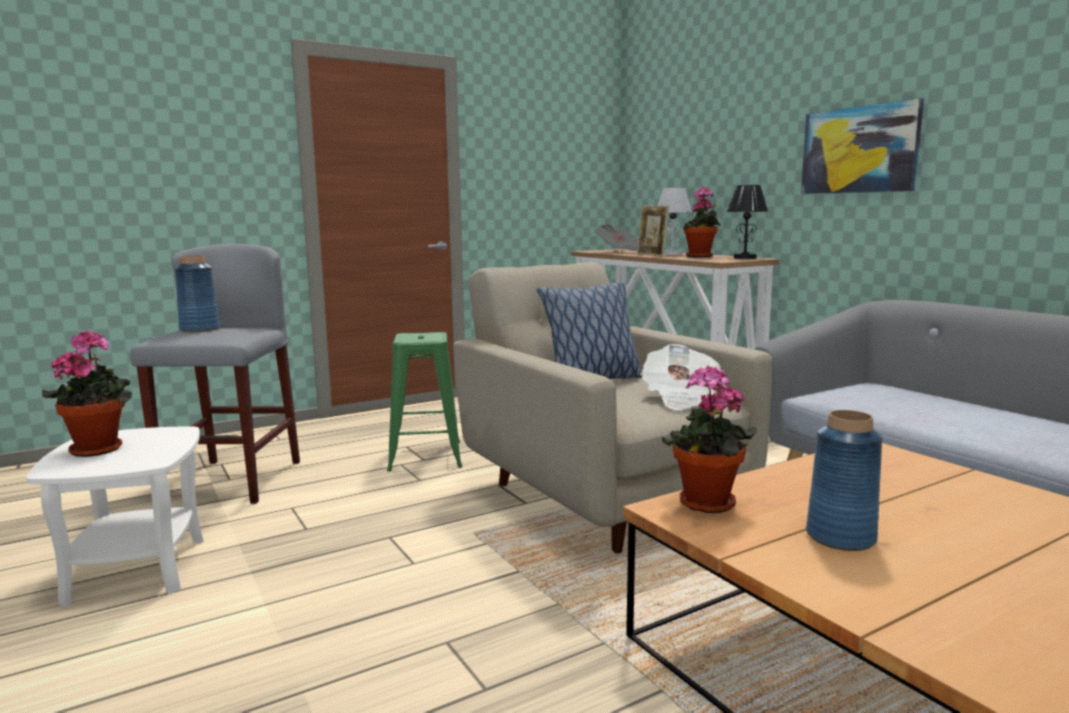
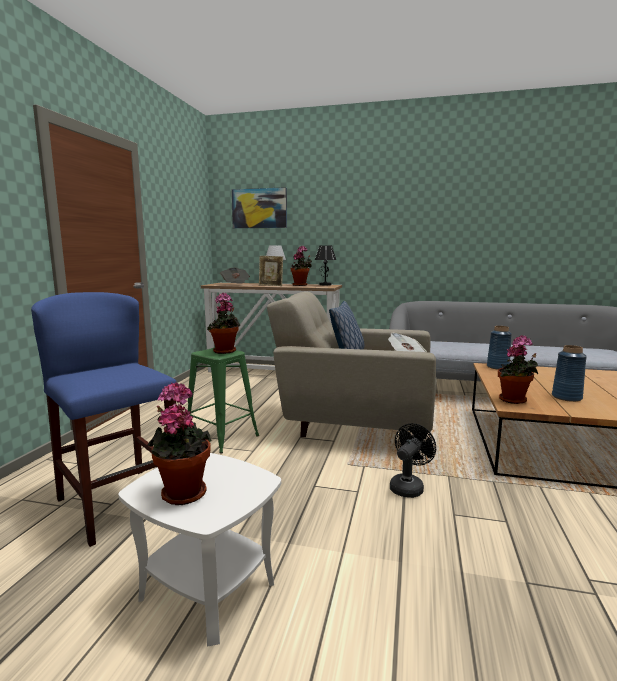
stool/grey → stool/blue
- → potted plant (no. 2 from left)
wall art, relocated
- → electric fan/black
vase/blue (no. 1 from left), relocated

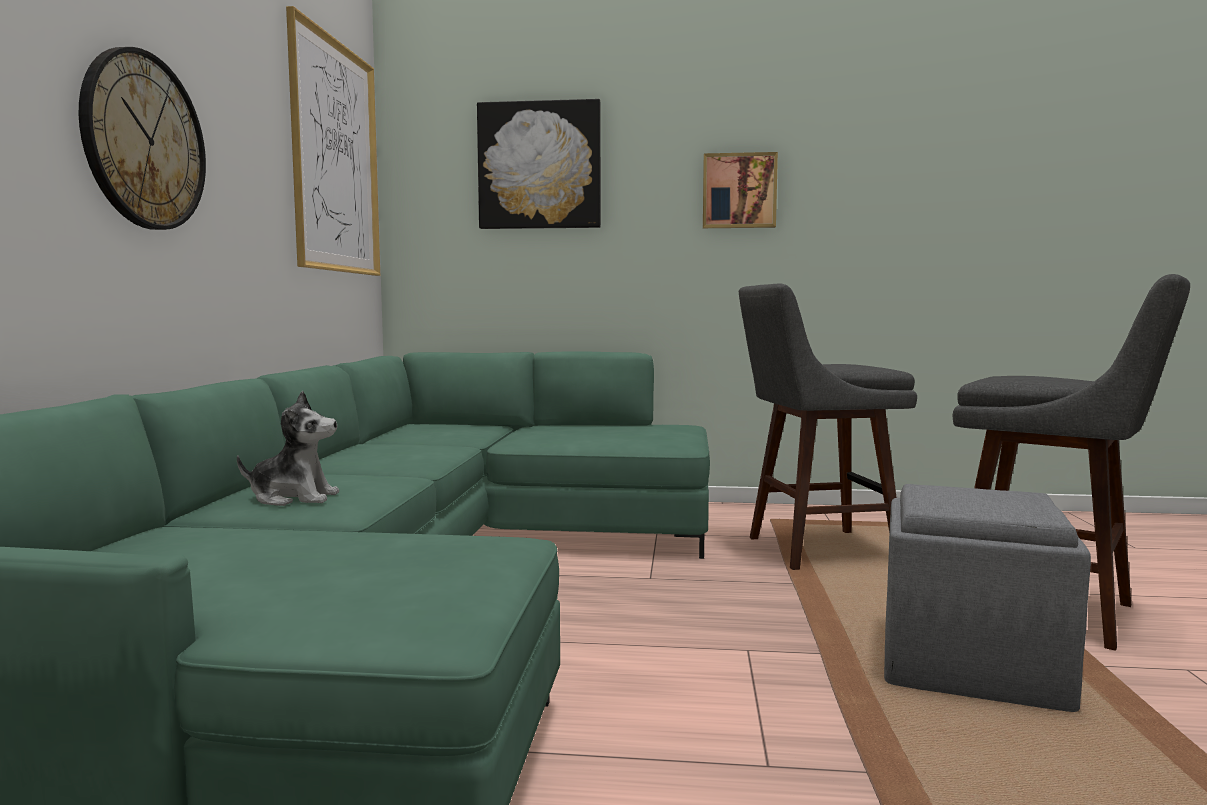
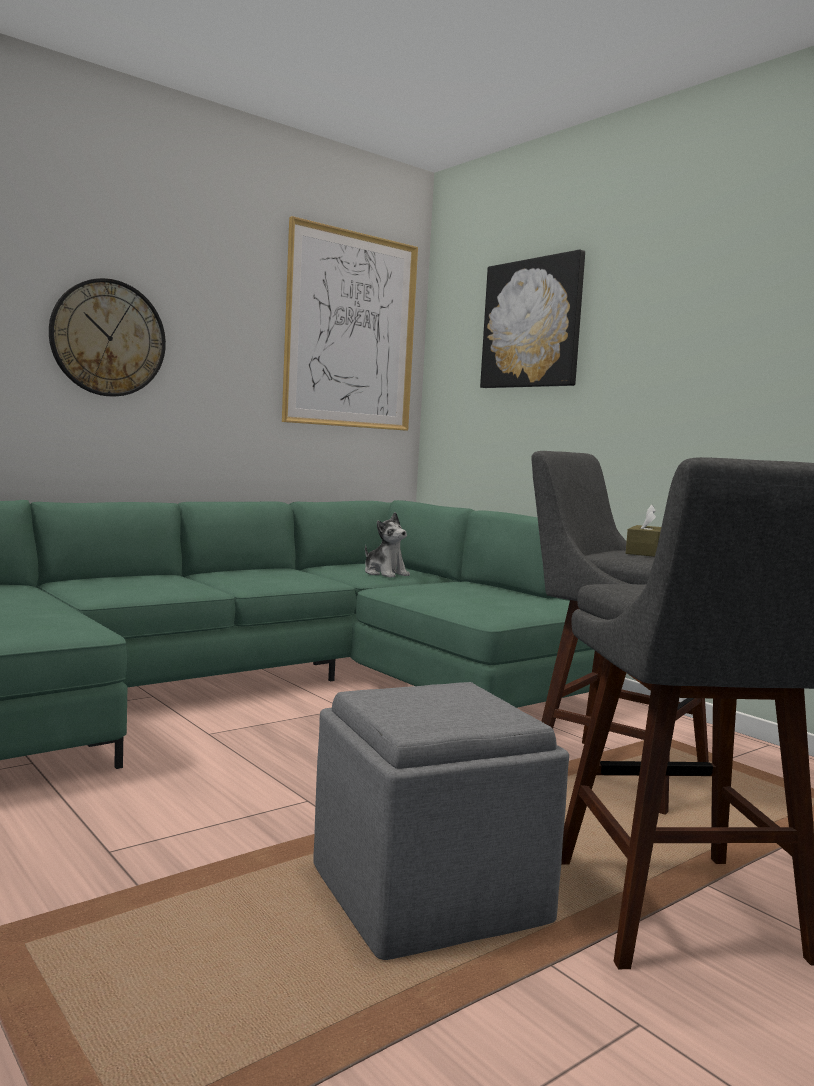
soft toy, relocated
- → box of tissues/brown-coloured
wall art (no. 3 from left) → -

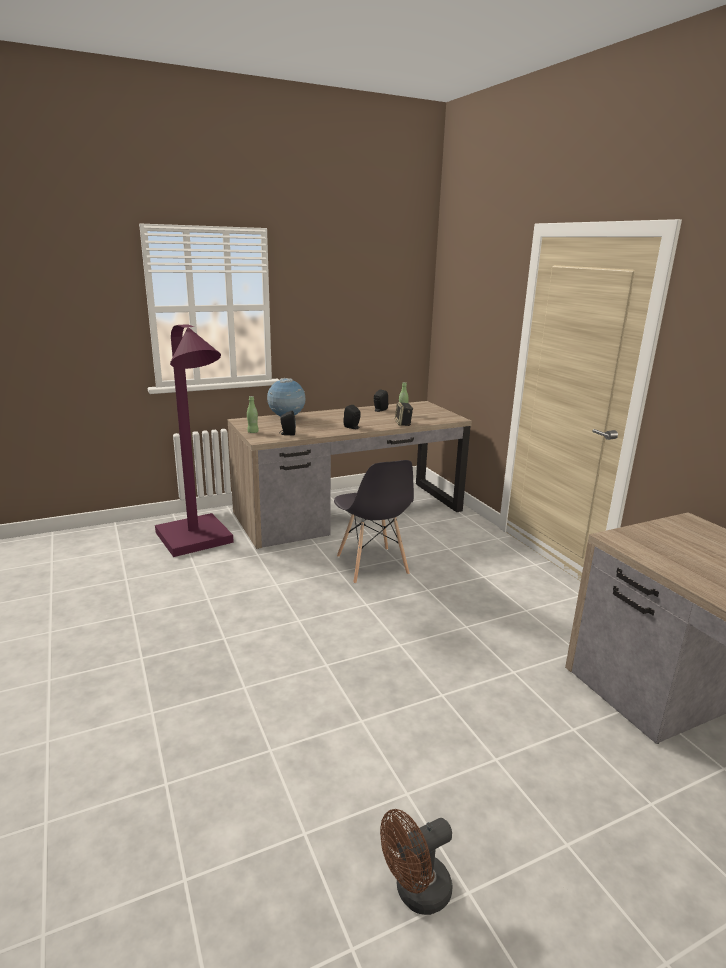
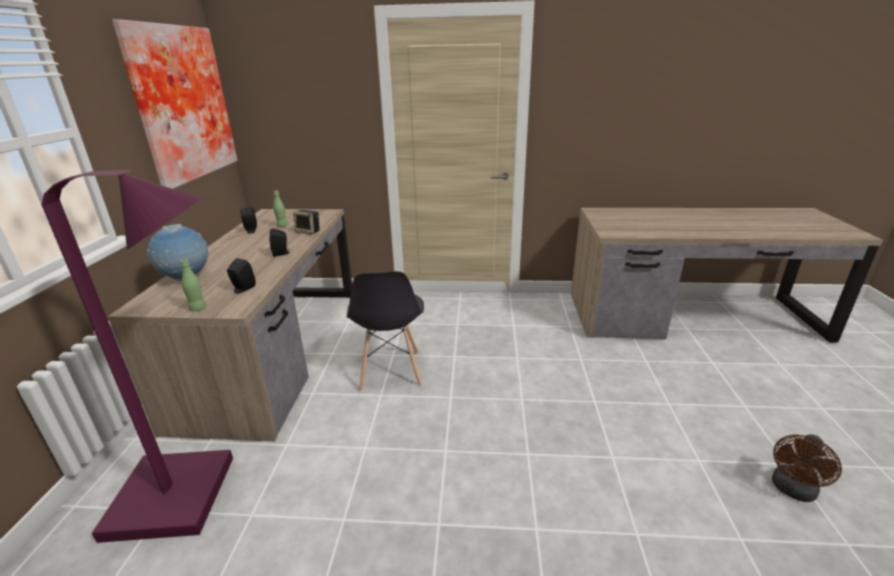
- → wall art
chair/grey, 75 degrees clockwise
electric fan/brown-coloured, 45 degrees clockwise

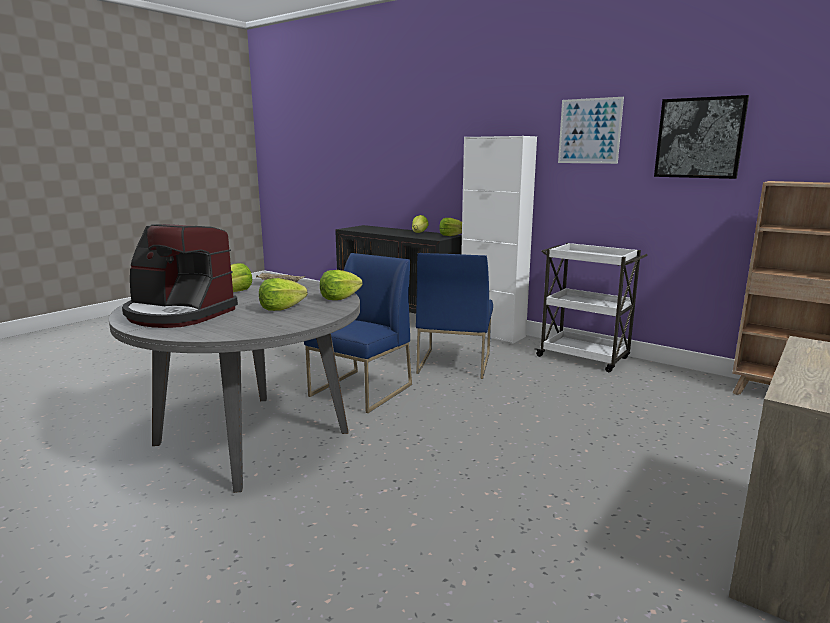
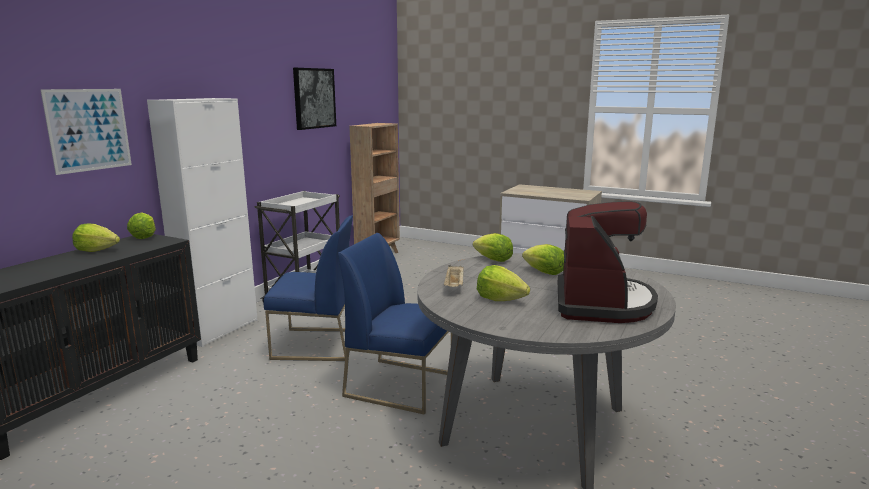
wall art (no. 1 from left), relocated

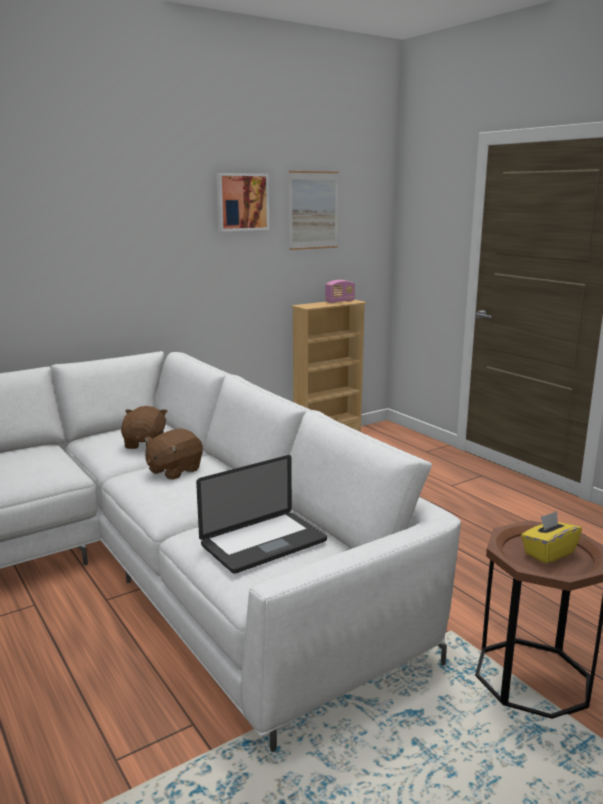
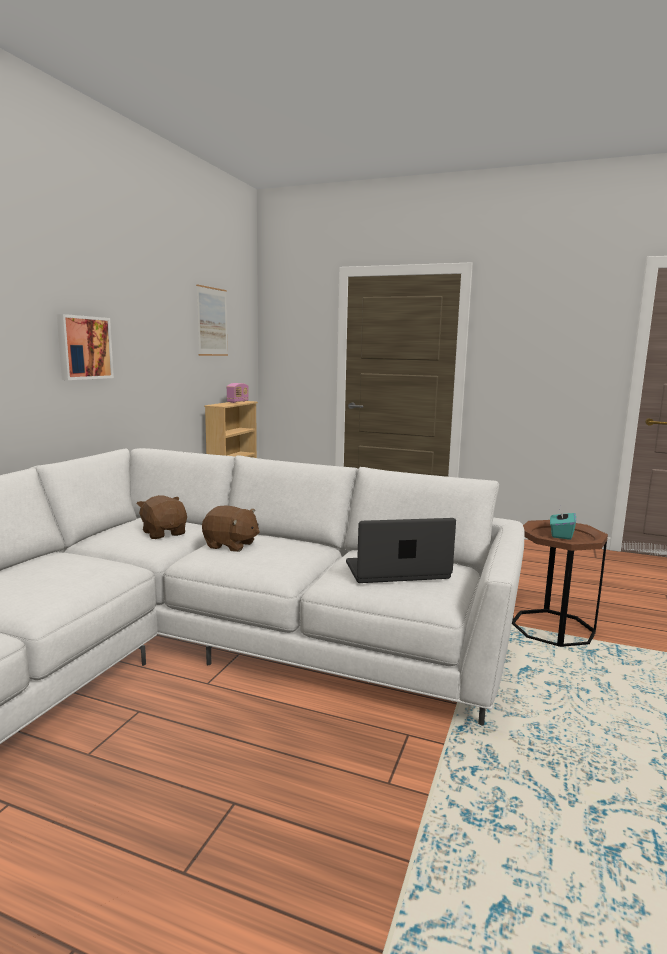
wall art (no. 1 from left), relocated
soft toy/brown-coloured (no. 2 from left), 75 degrees counterclockwise
laptop, 120 degrees counterclockwise
box of tissues/yellow → box of tissues/blue-green

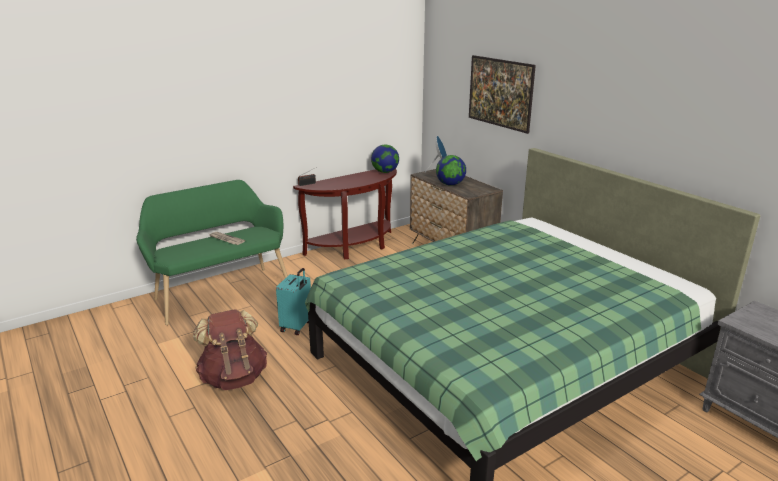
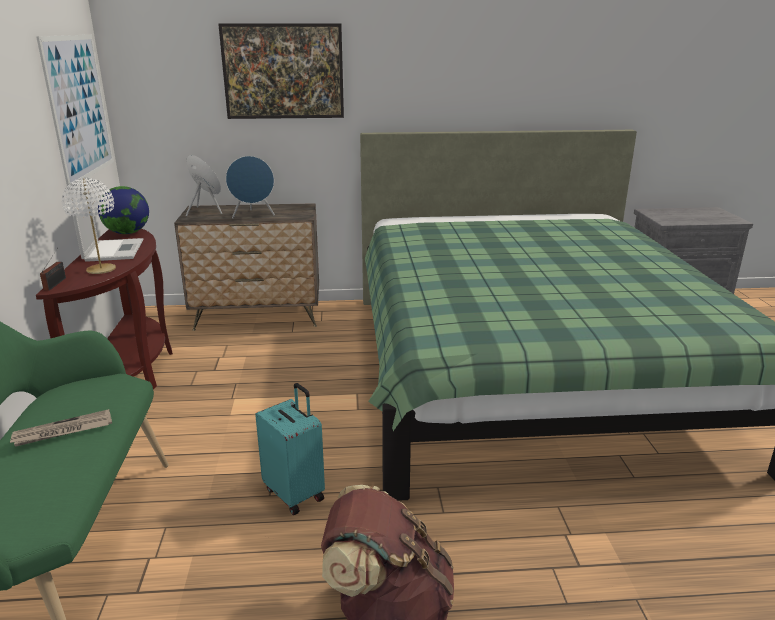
- → wall art (no. 1 from left)
- → table lamp/white-coloured
- → laptop
world globe (no. 2 from left) → speaker/blue (no. 2 from left)

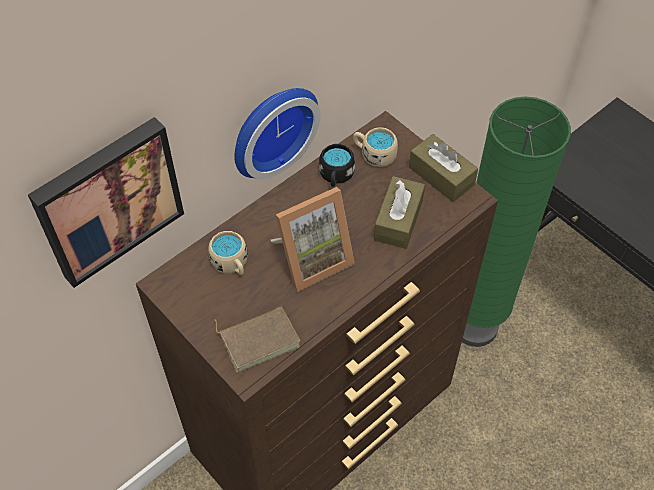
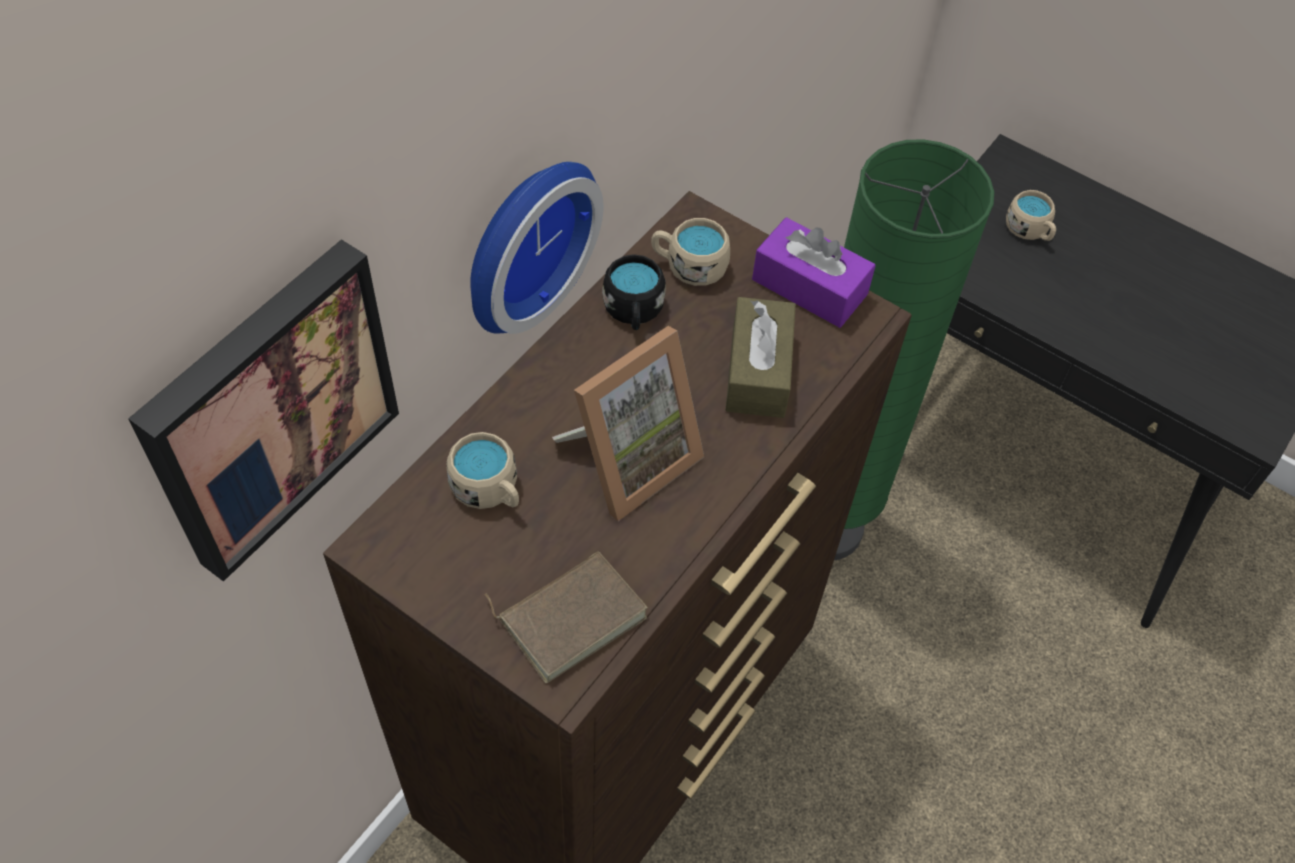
box of tissues/brown-coloured (no. 2 from left) → box of tissues/purple-coloured
- → coffee mug/sand-coloured (no. 3 from left)

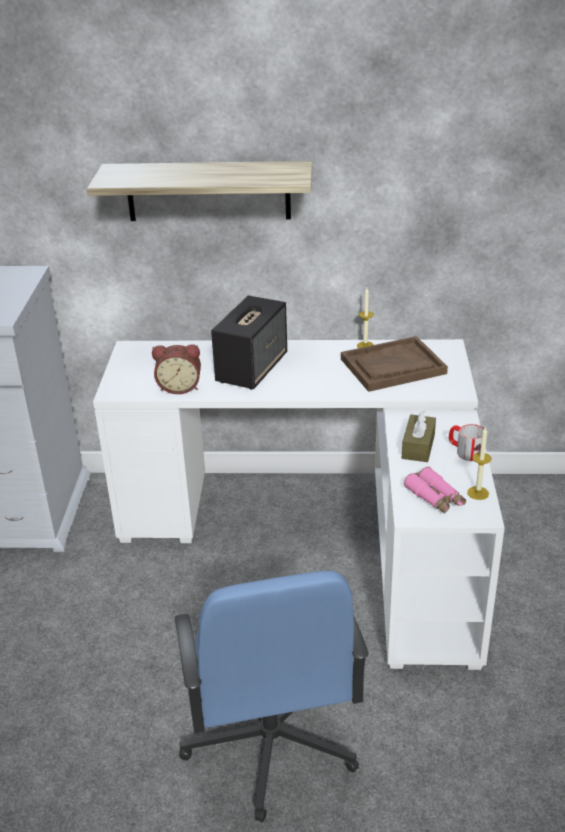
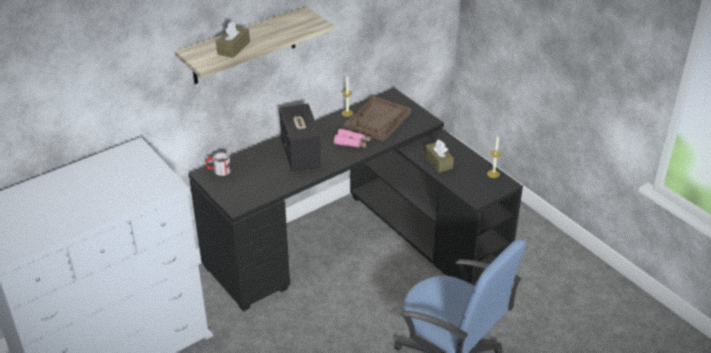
desk unit/white-coloured → desk unit/black
coffee mug, relocated
- → box of tissues/brown-coloured (no. 1 from left)
pair of binoculars/pink, relocated
bedside clock → -

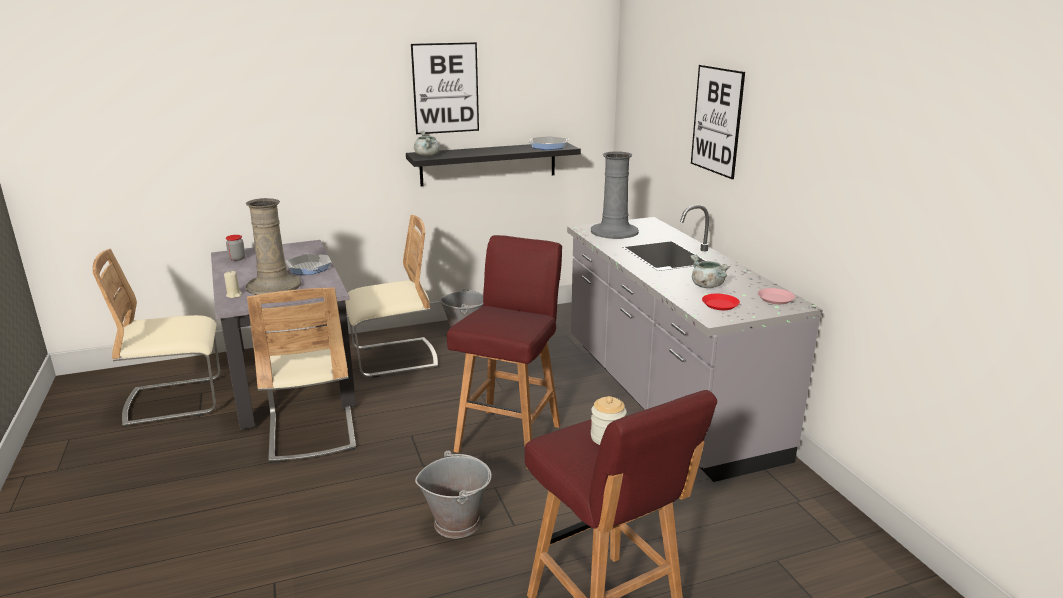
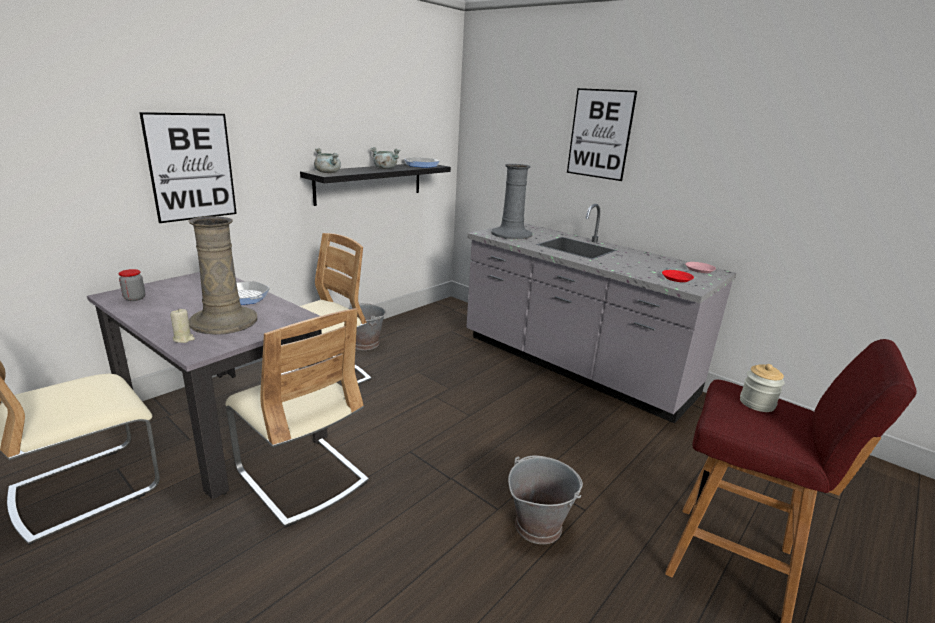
wall art (no. 1 from left), relocated
saucepot/grey (no. 2 from left), relocated
stool/red-coloured (no. 1 from left) → -

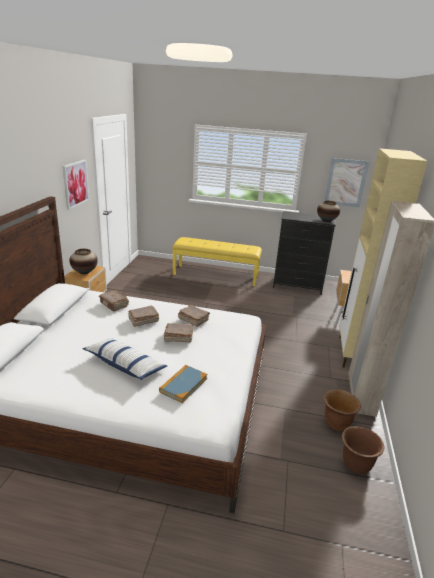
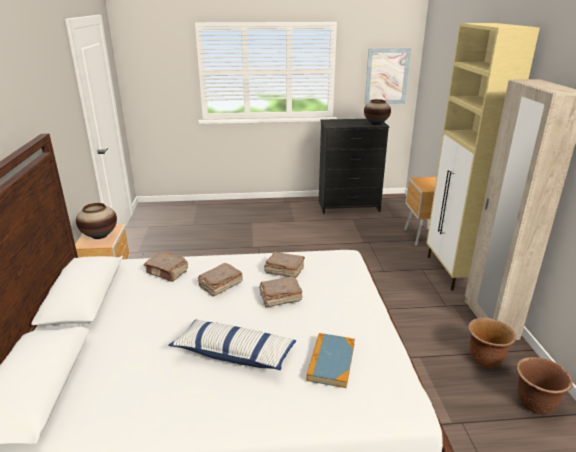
wall art (no. 1 from left) → -
long seat/yellow → -

